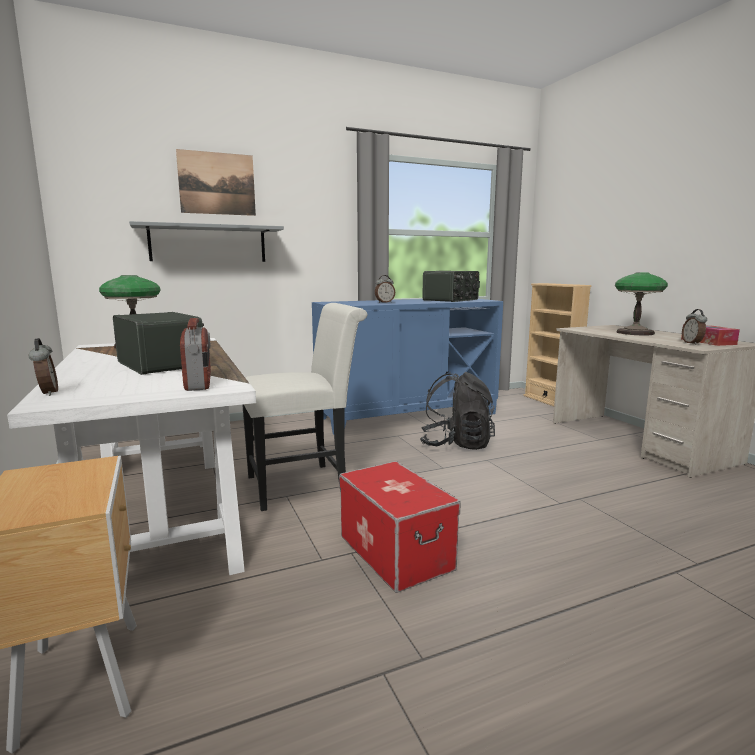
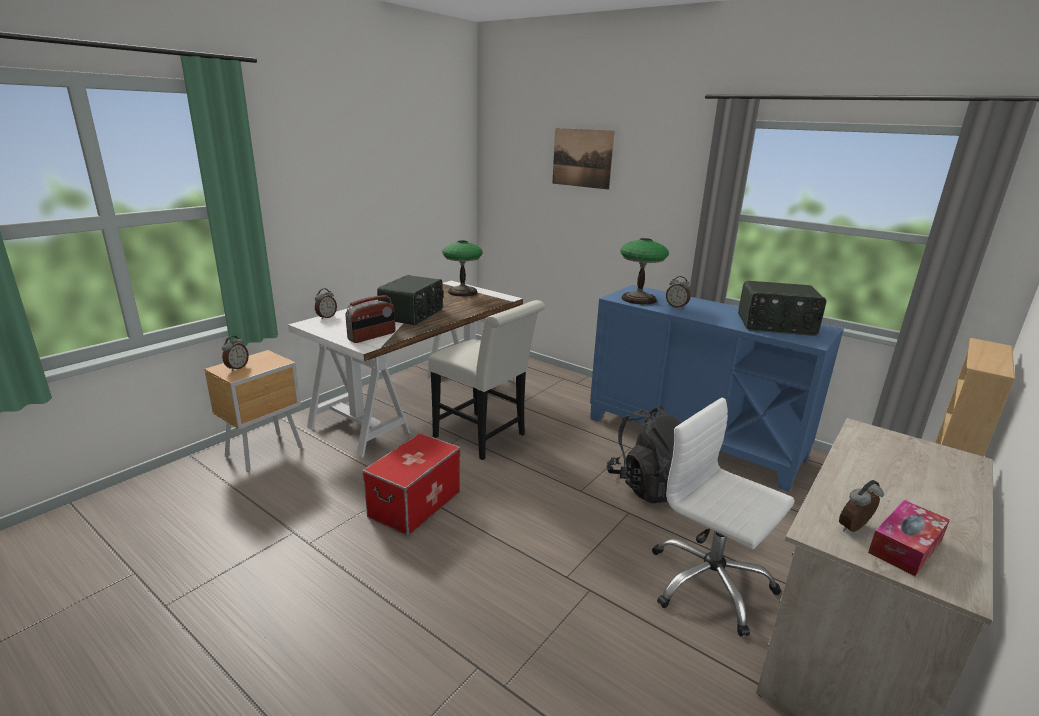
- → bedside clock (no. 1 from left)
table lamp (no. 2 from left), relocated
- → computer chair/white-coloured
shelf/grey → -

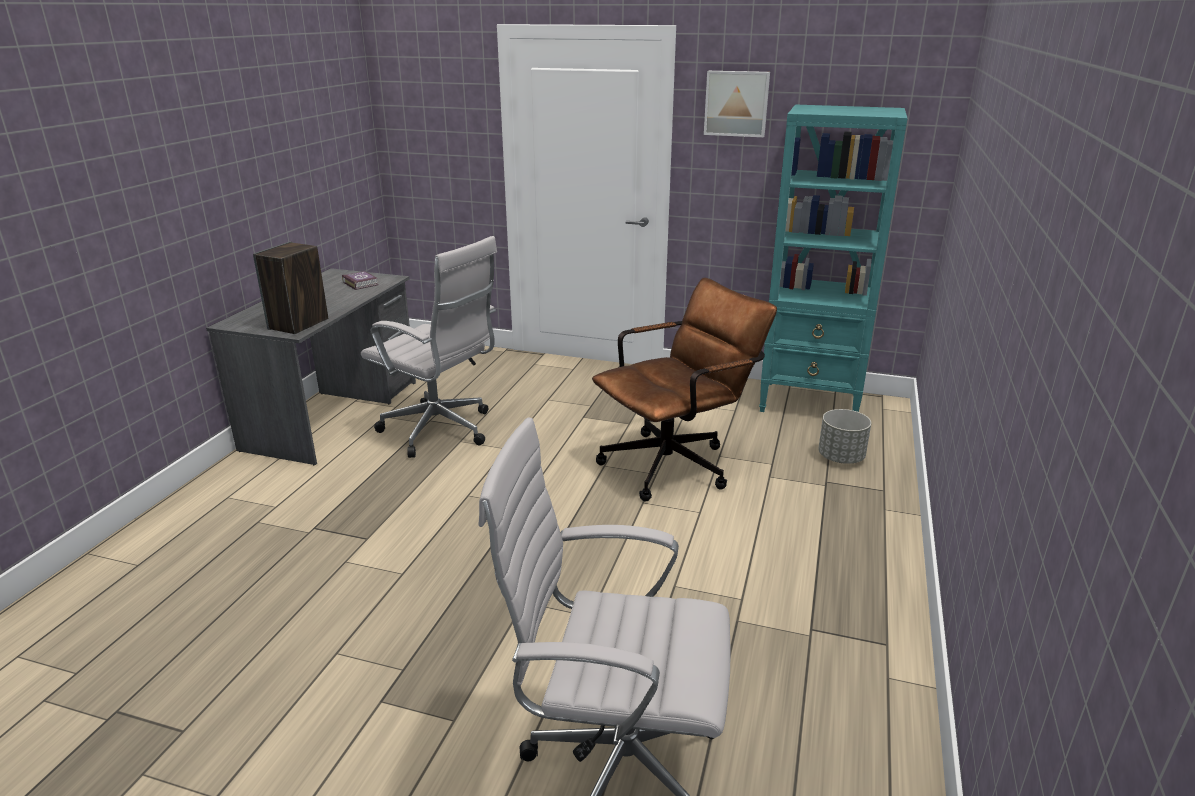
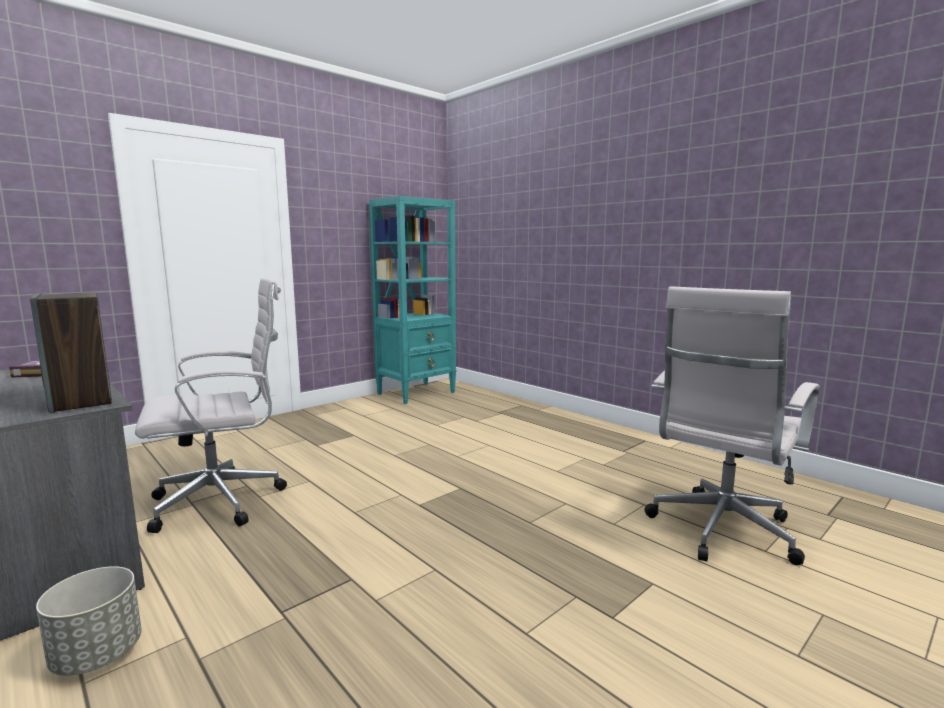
plant pot/grey, relocated
computer chair/brown-coloured → -
wall art → -

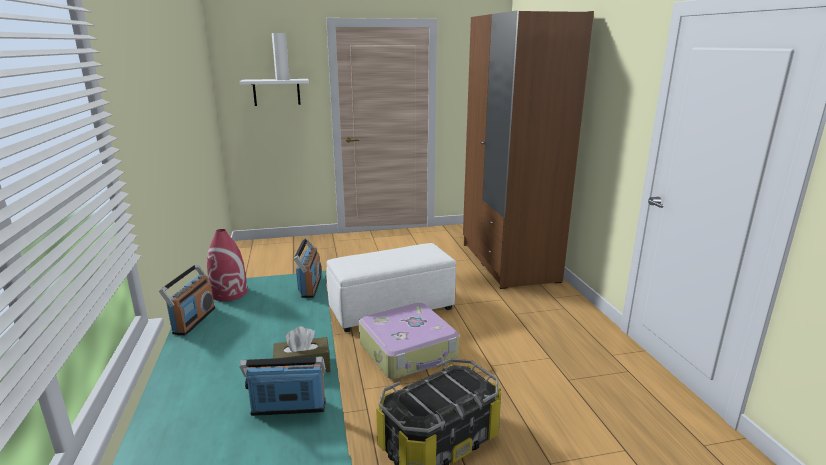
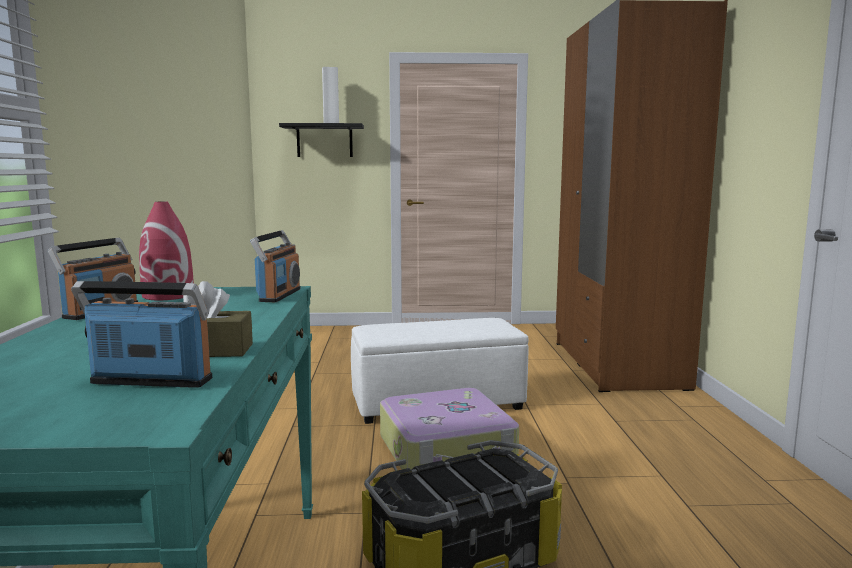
shelf/white-coloured → shelf/black

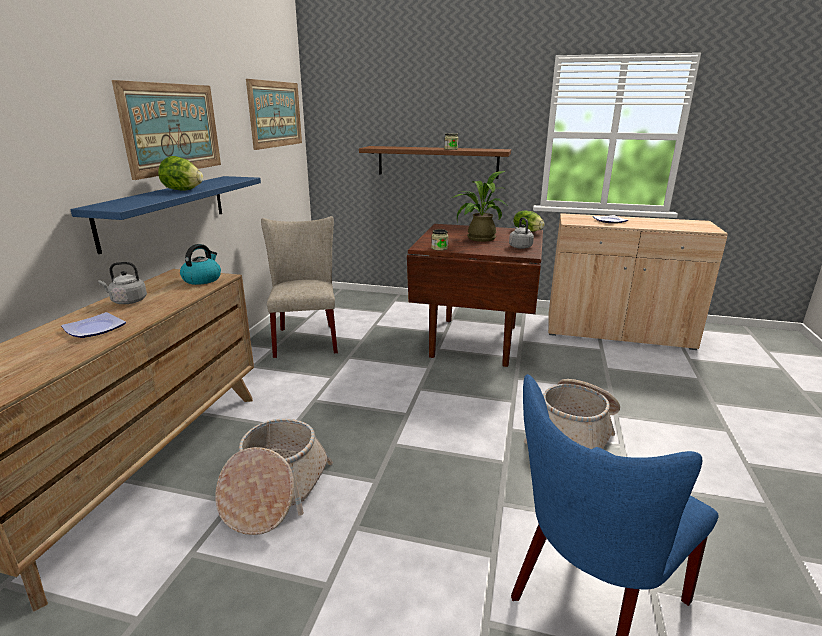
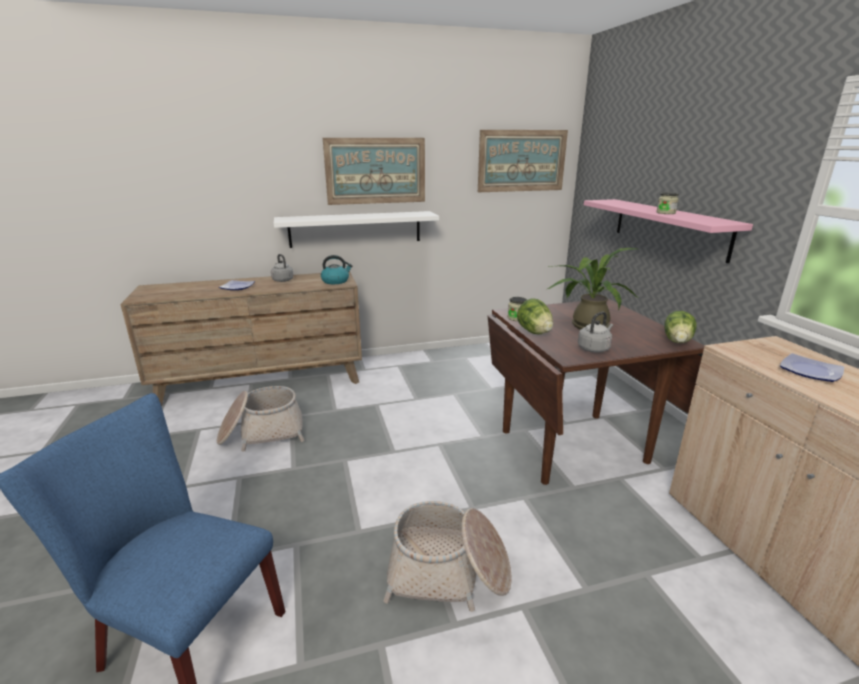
shelf/blue → shelf/white-coloured
lettuce (no. 1 from left), relocated
shelf/brown-coloured → shelf/pink
chair/sand-coloured → -

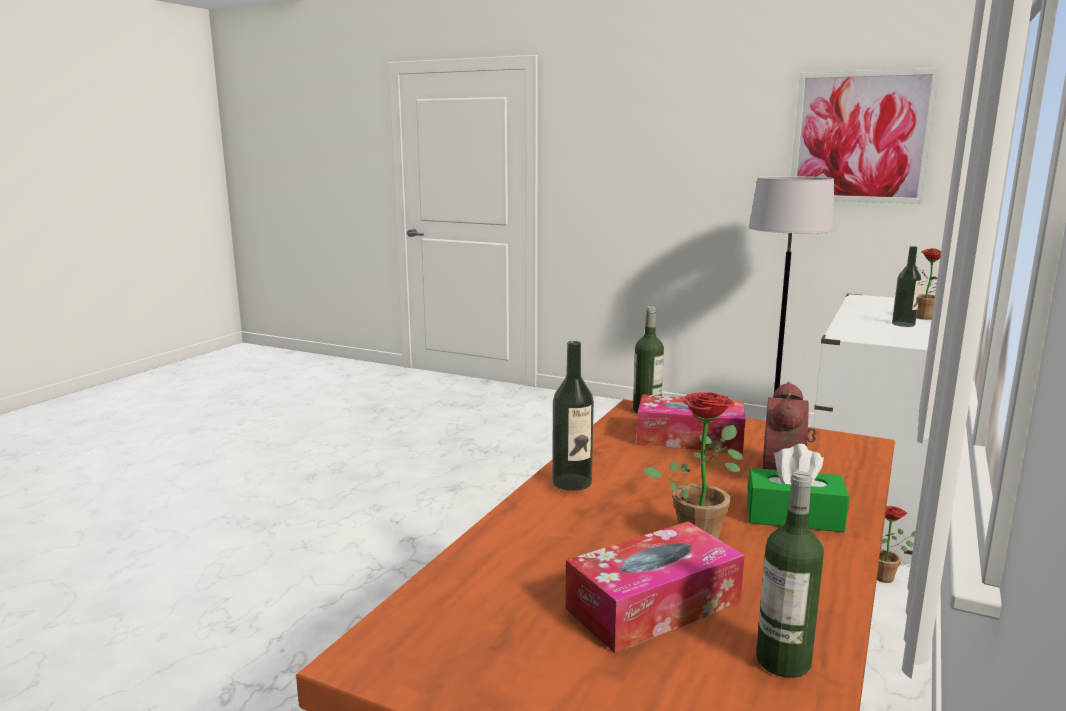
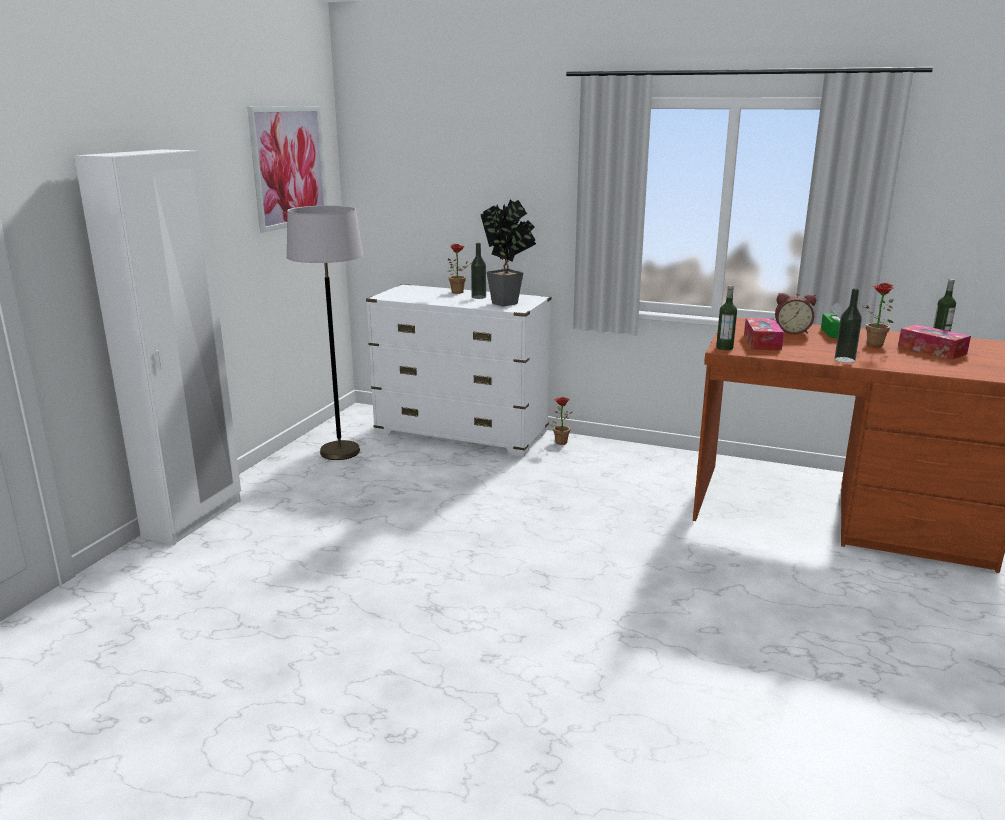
- → armoire/white-coloured
- → potted plant (no. 2 from left)

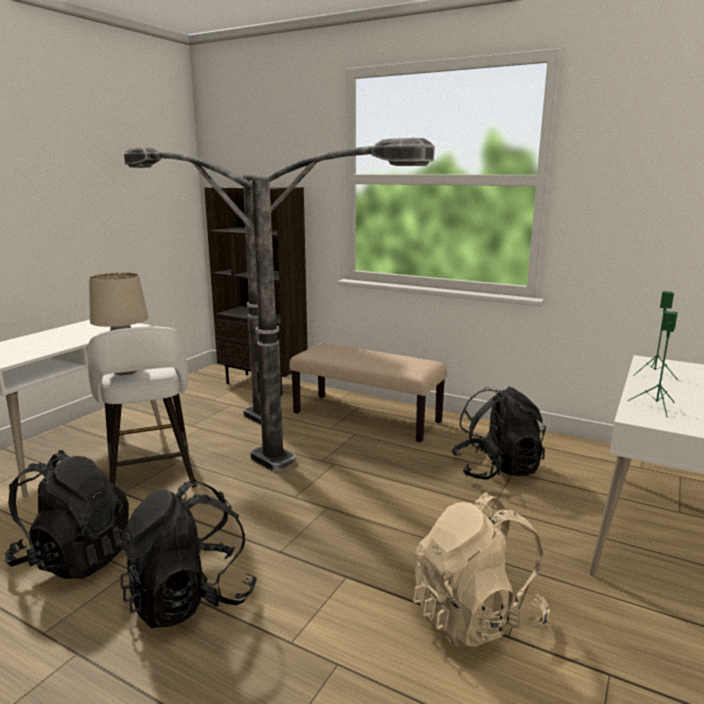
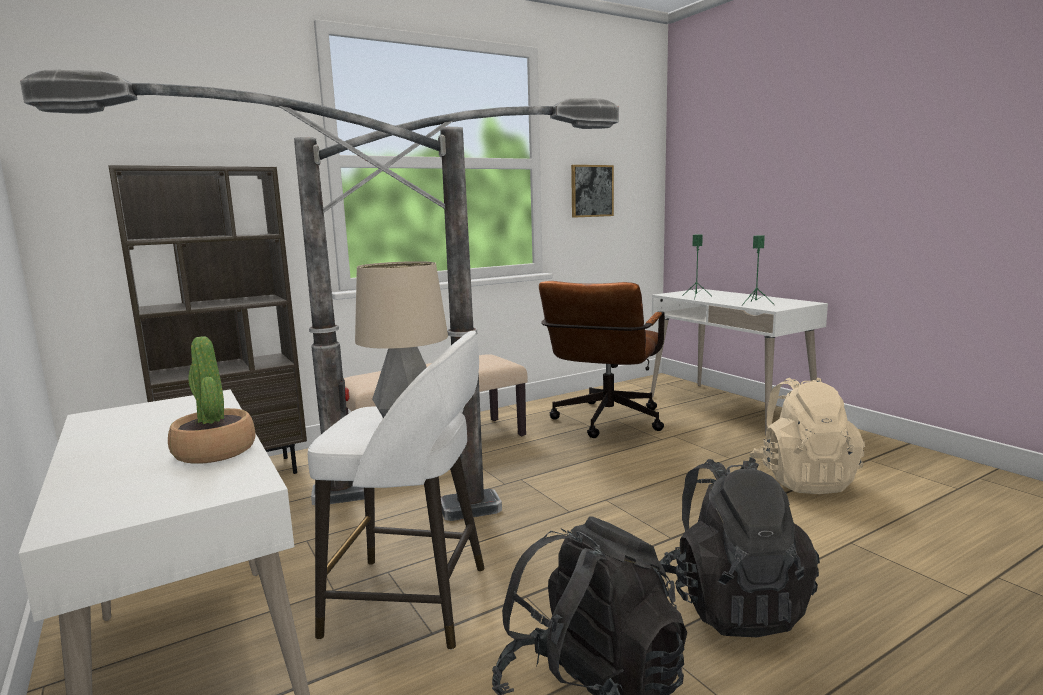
- → potted plant
backpack/black (no. 3 from left) → computer chair/brown-coloured
- → wall art

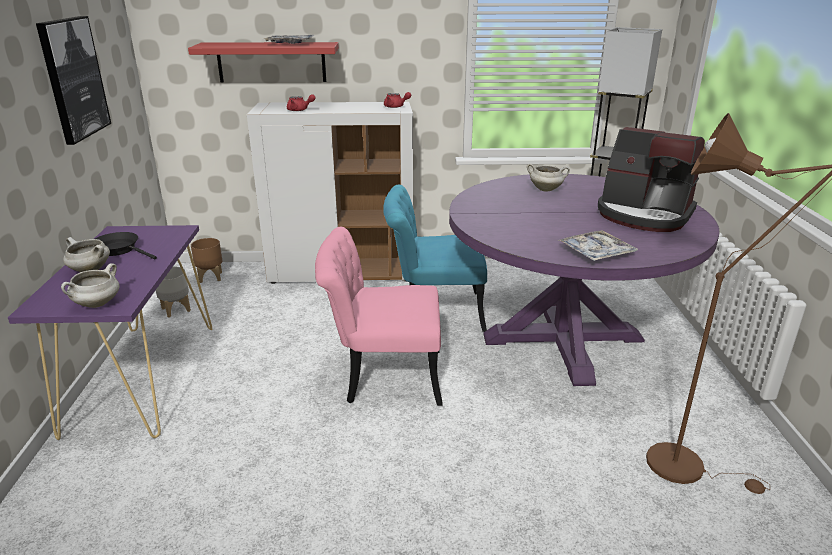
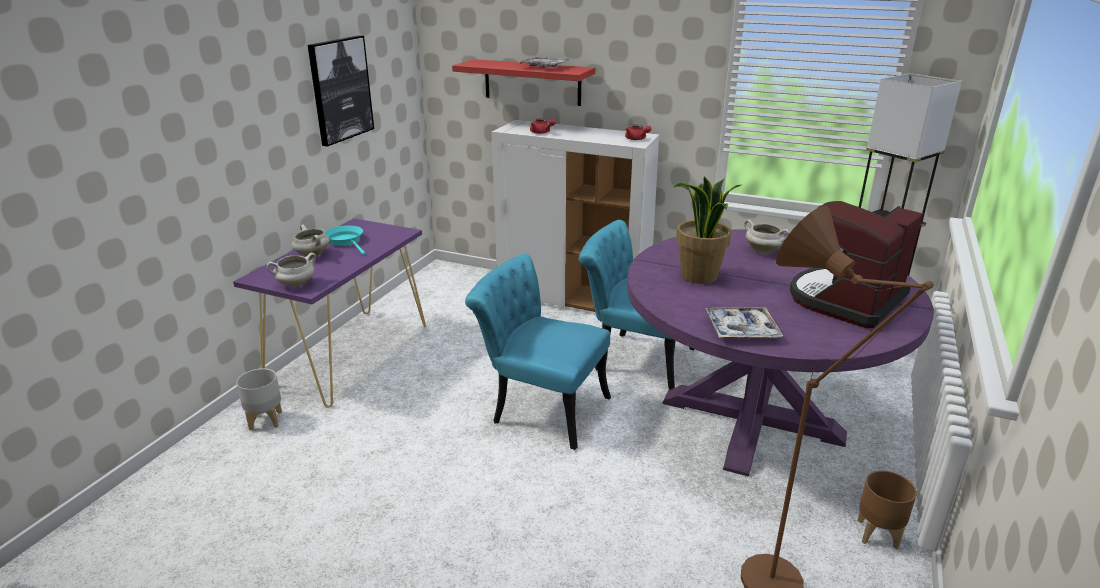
plant pot/grey, relocated
pan/black → pan/blue-green
chair/pink → chair/blue-green (no. 1 from left)
- → potted plant
coffee machine, 75 degrees clockwise
plant pot/brown-coloured, relocated

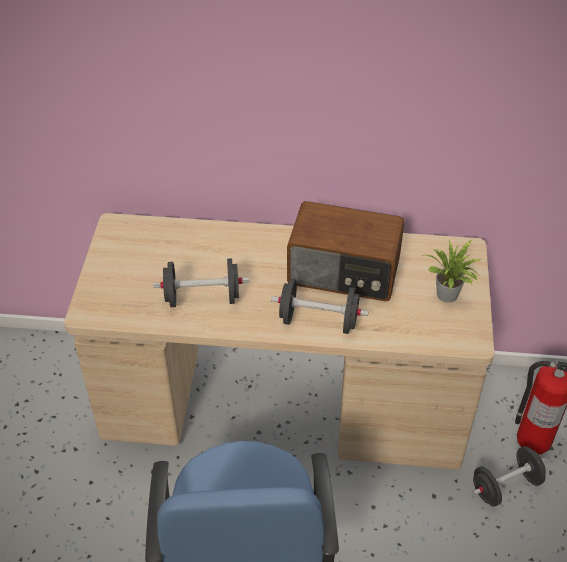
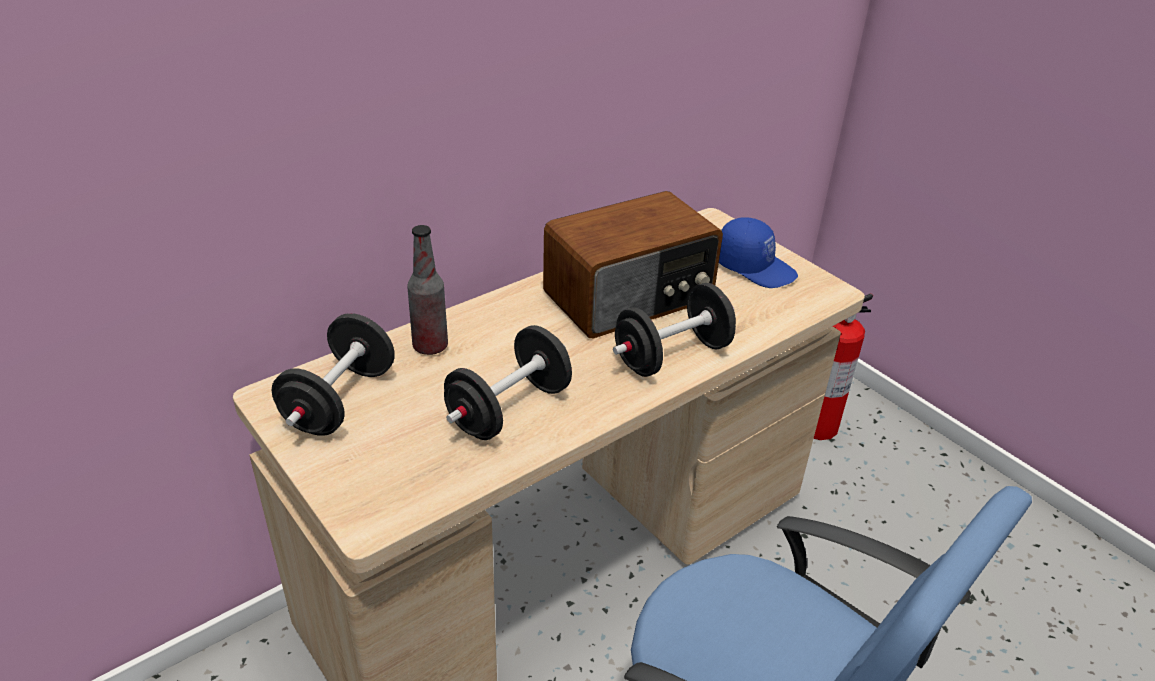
free weight/black (no. 3 from left in the first image) → free weight/black (no. 1 from left), relocated
- → bottle
potted plant → cap/blue

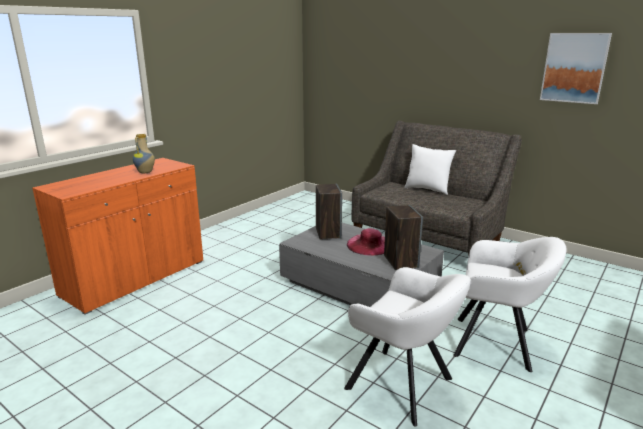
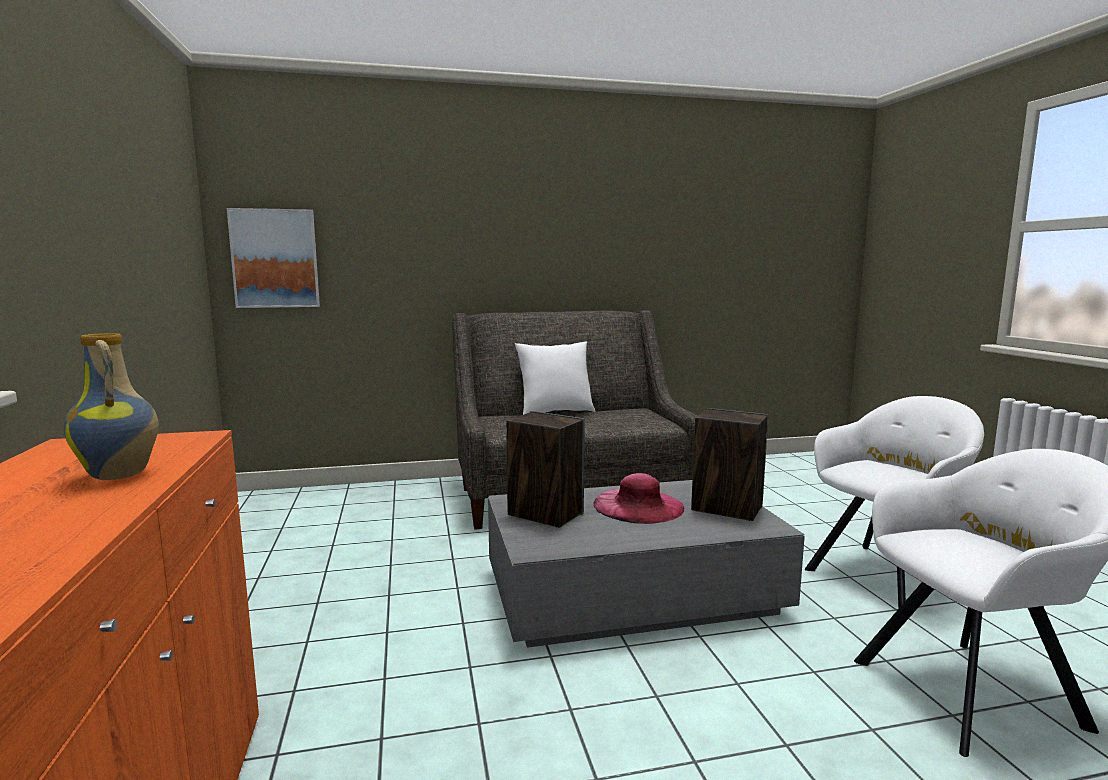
wall art, relocated

